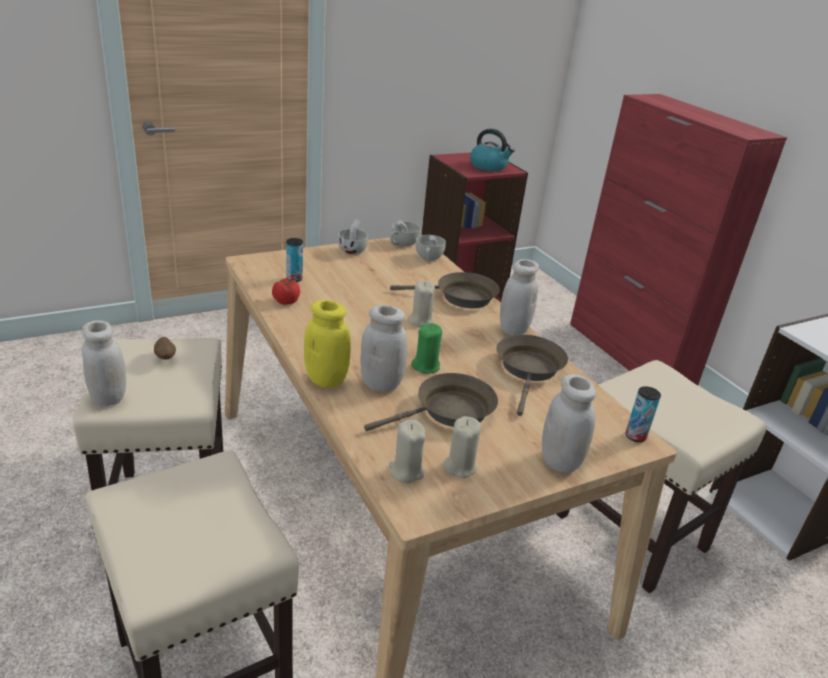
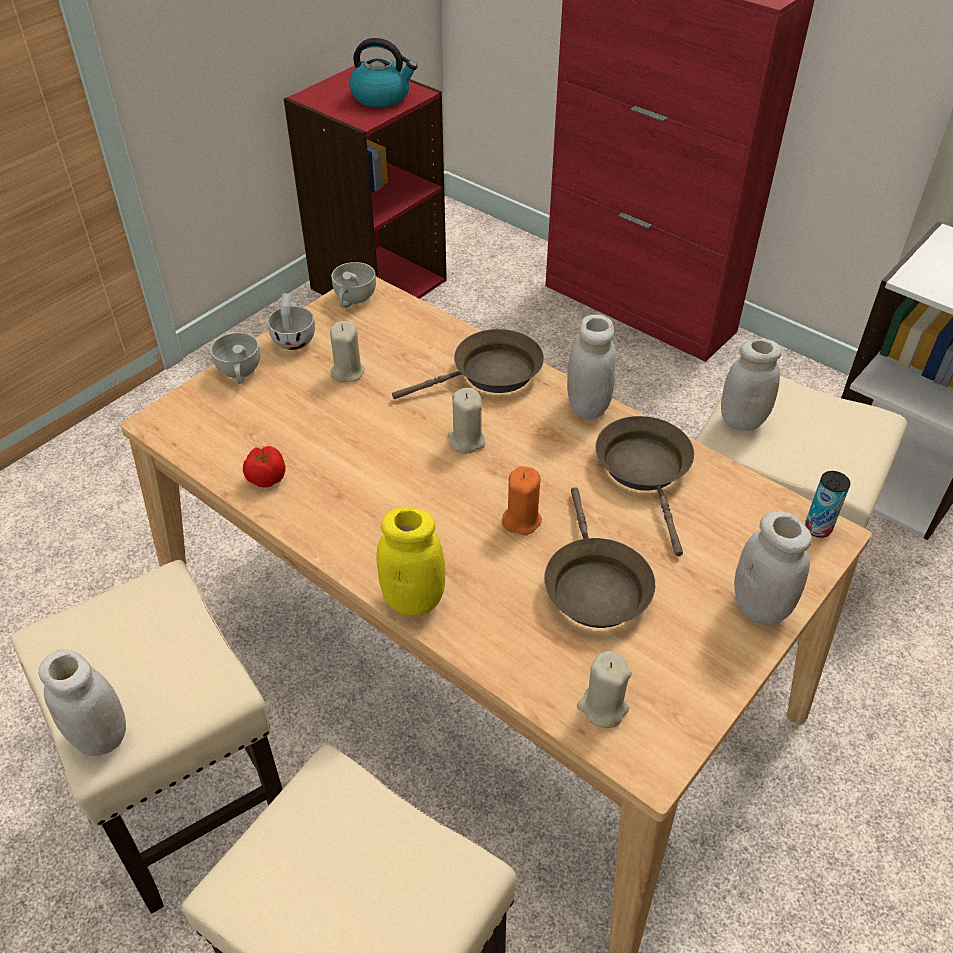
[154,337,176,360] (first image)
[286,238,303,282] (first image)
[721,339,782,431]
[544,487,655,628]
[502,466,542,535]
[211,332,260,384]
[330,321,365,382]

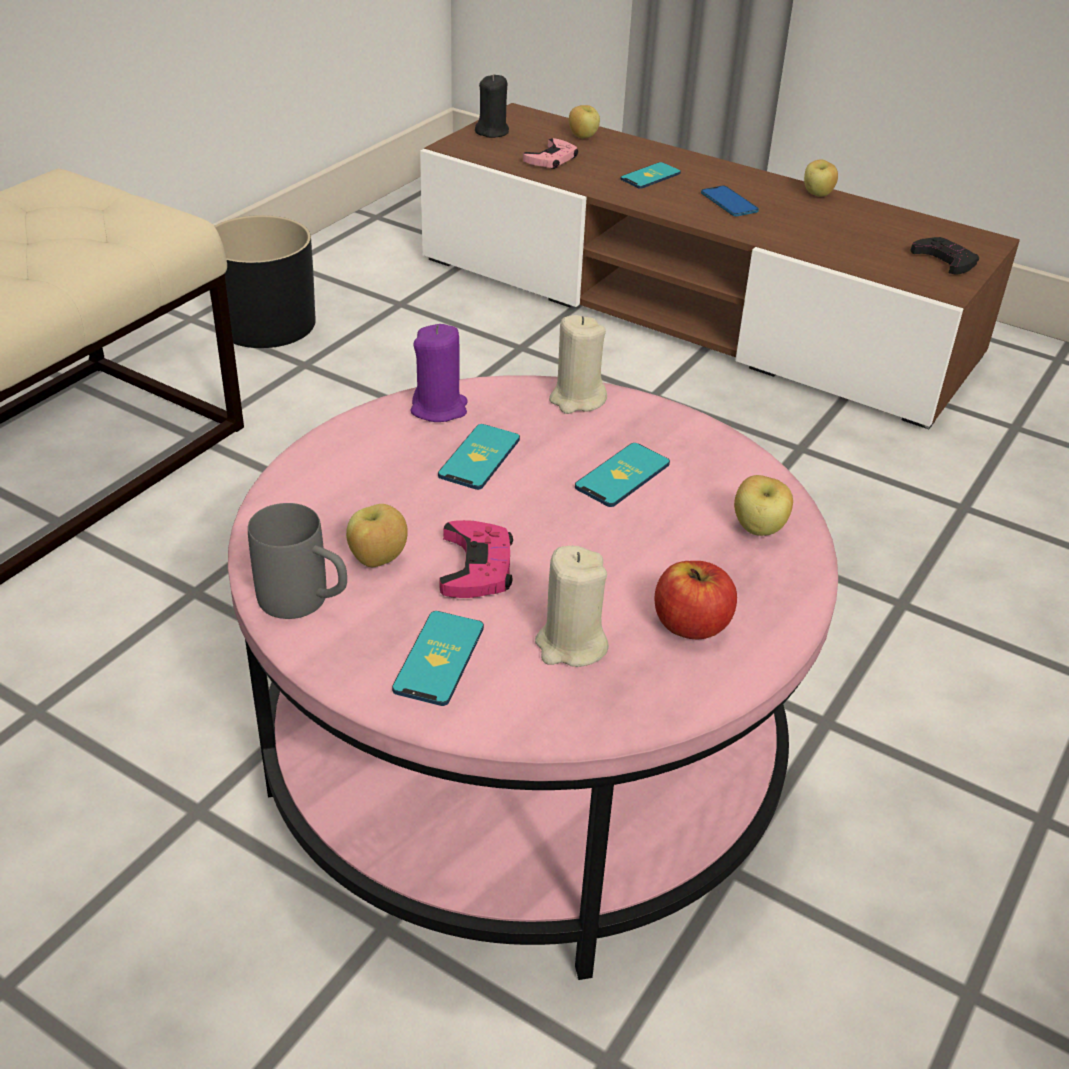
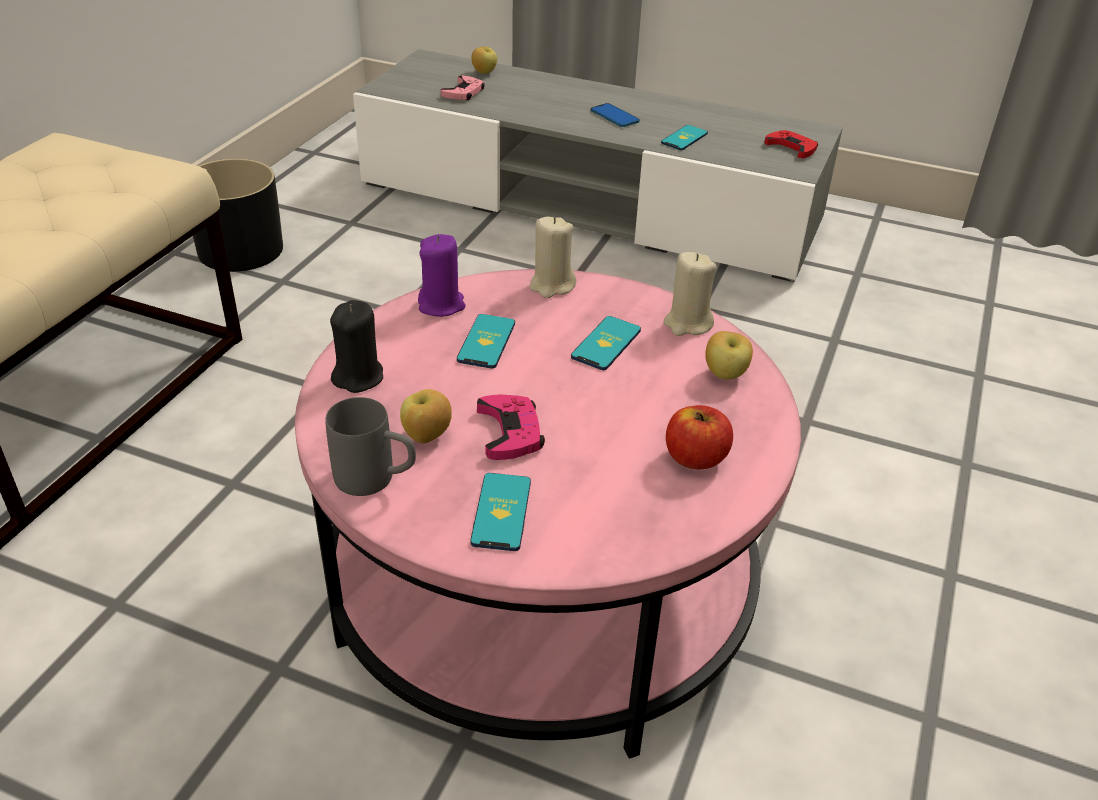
[353,49,843,282]
[330,300,383,393]
[663,252,717,336]
[661,125,708,150]
[804,159,838,197] (first image)
[764,130,818,158]

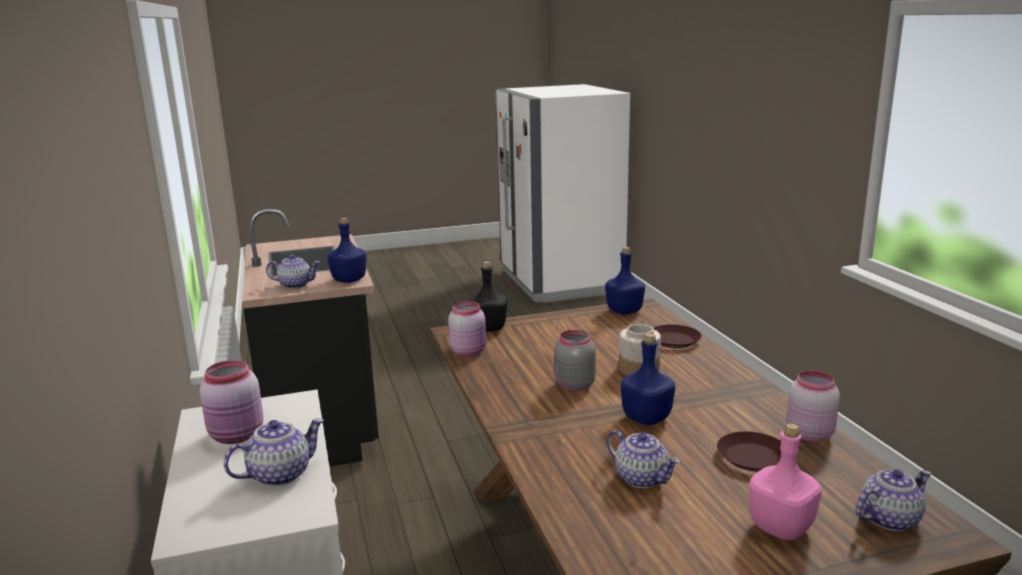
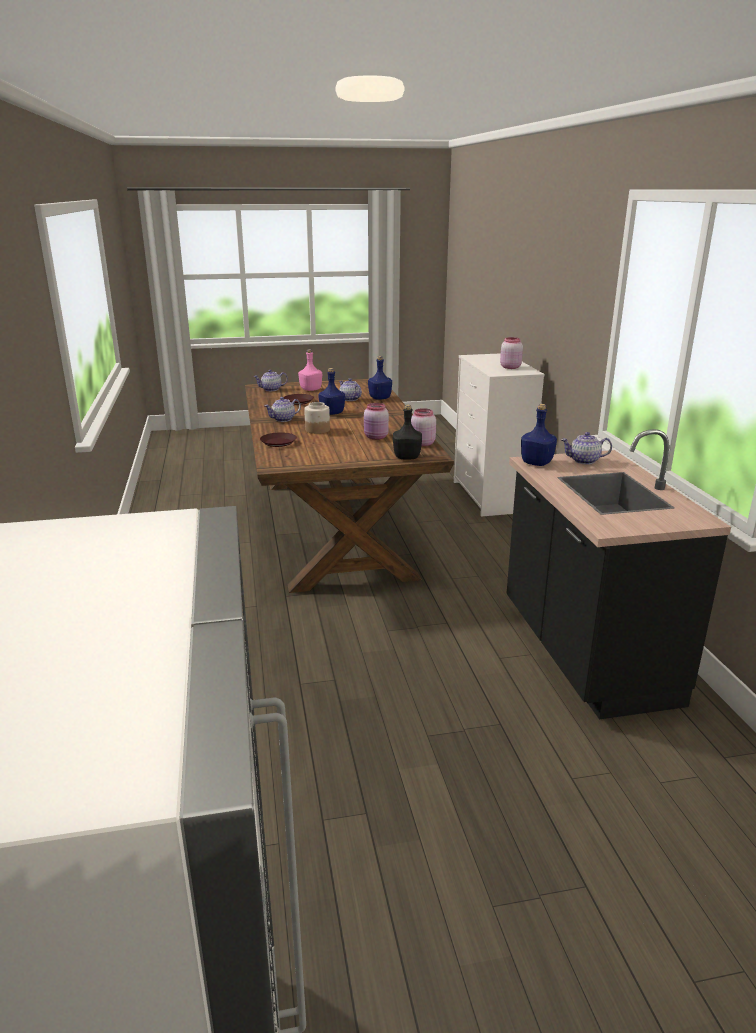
[264,397,301,422]
[554,330,596,391] (first image)
[368,356,392,400]
[364,403,389,440]

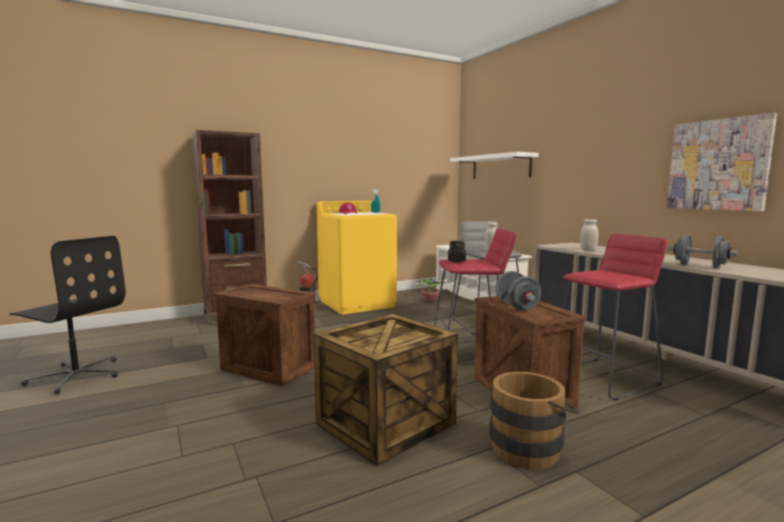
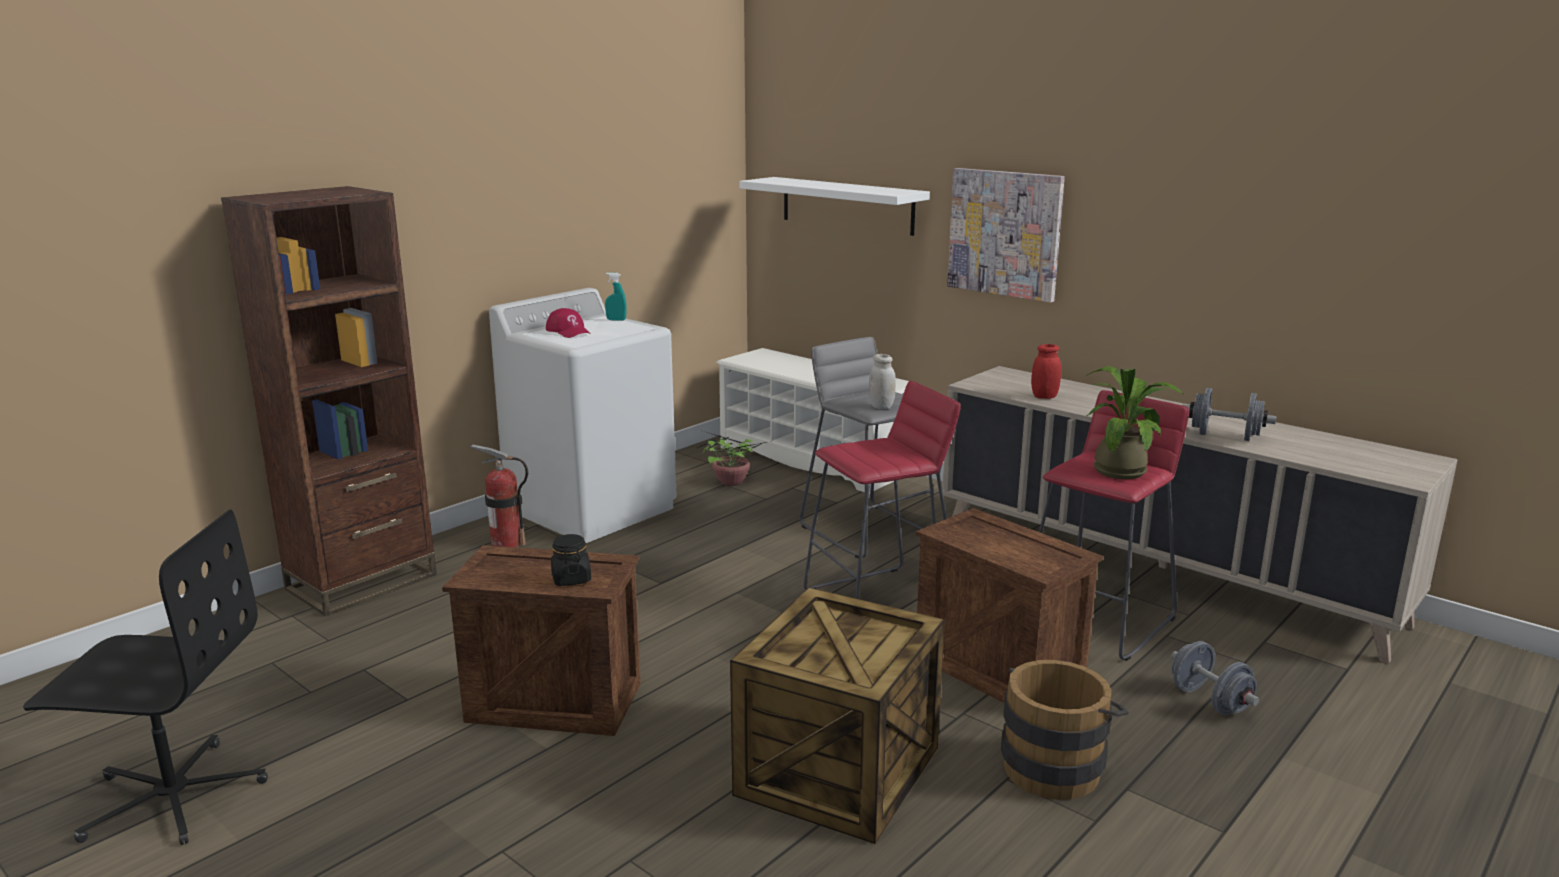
[489,288,677,543]
[551,534,591,586]
[1171,641,1259,715]
[1031,344,1061,399]
[947,168,1065,303]
[1086,366,1183,479]

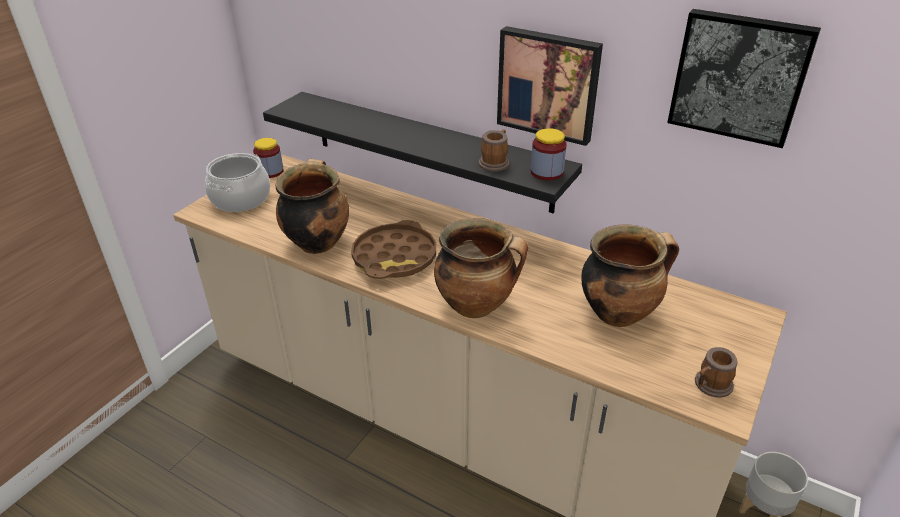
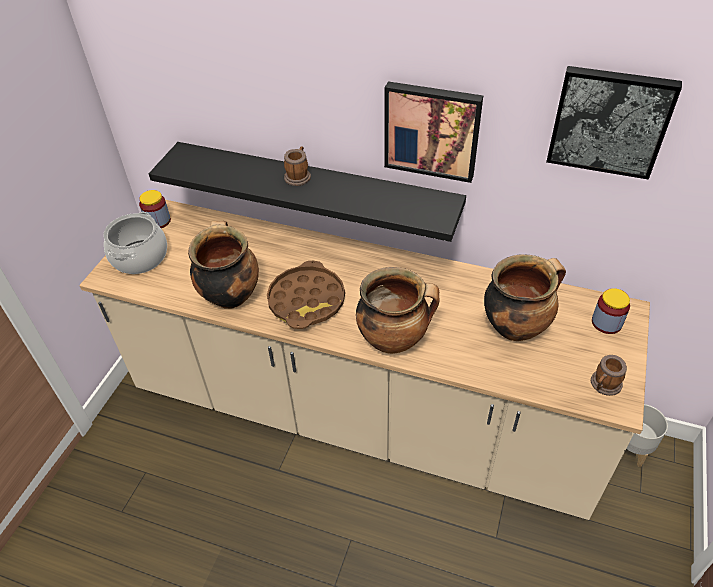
[284,147,311,186]
[592,288,630,334]

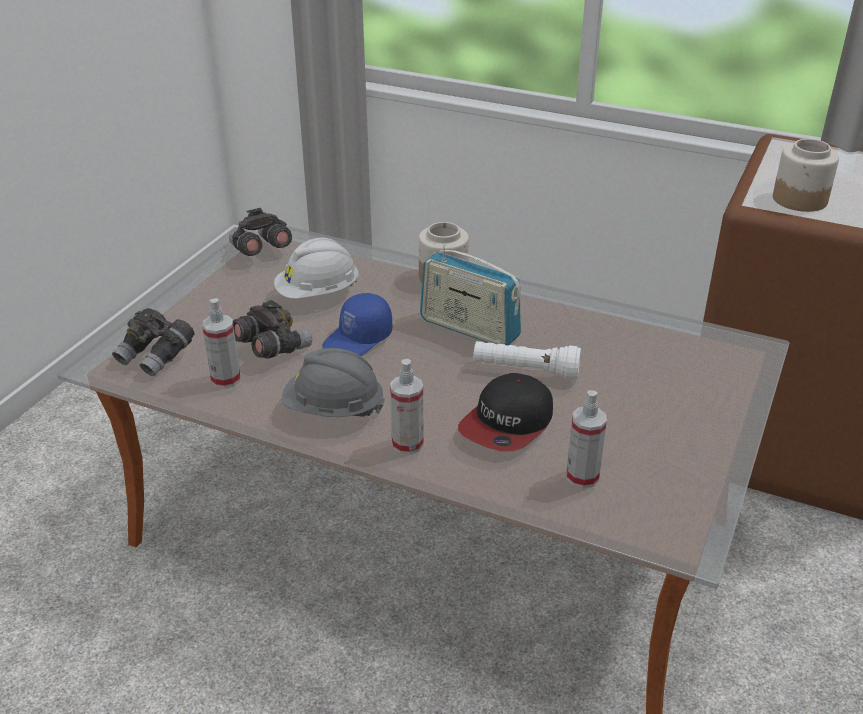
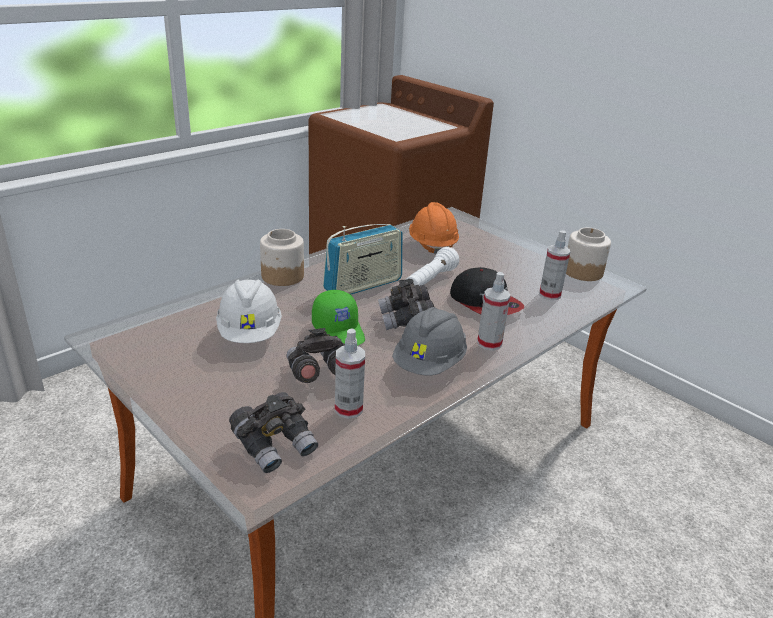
[378,279,434,330]
[312,290,365,346]
[566,228,611,281]
[409,202,459,255]

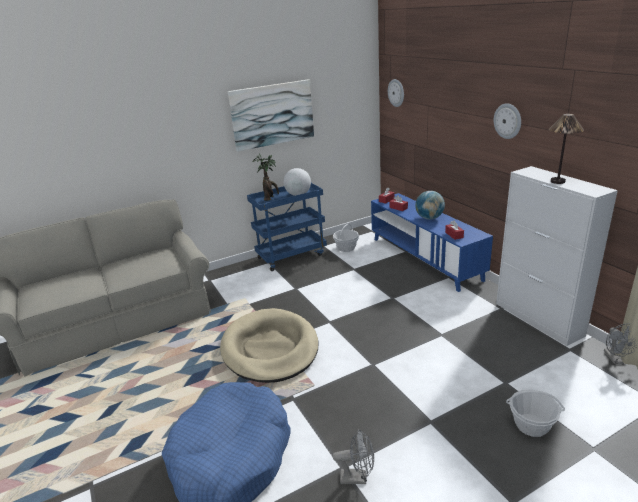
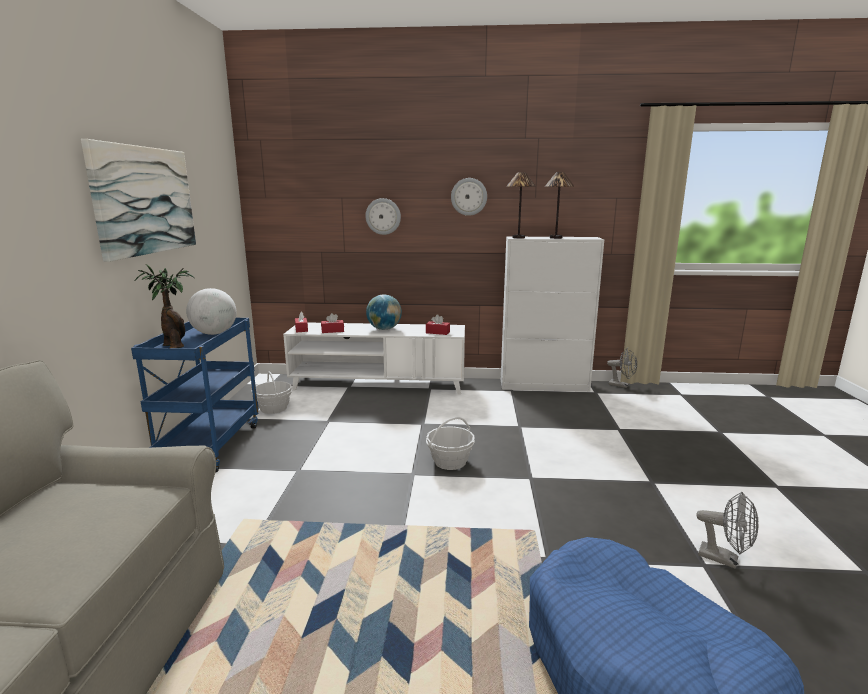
[220,308,318,383] (first image)
[696,492,758,569]
[283,322,465,395]
[366,198,401,235]
[426,417,475,470]
[506,172,536,239]

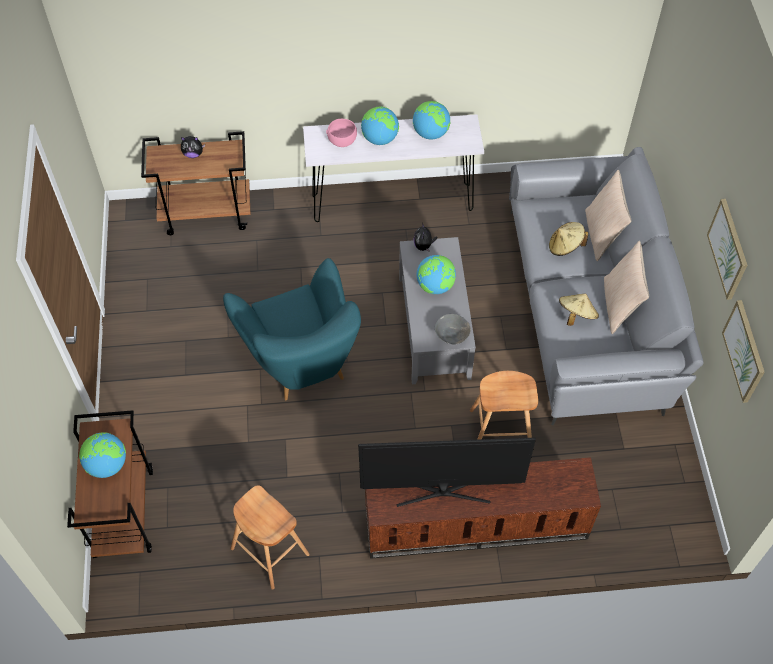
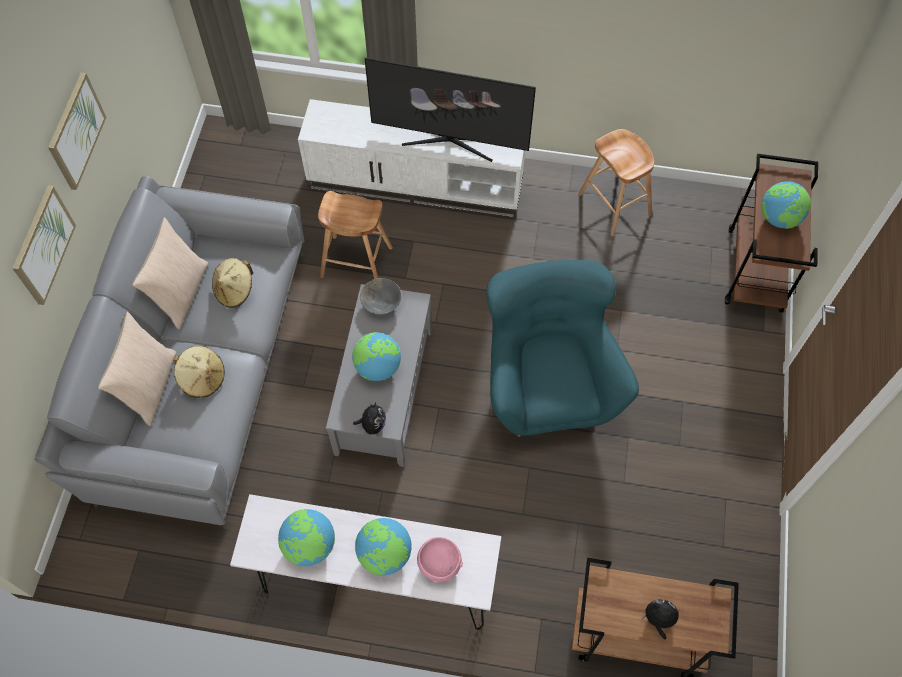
[298,99,525,219]
[12,186,76,305]

